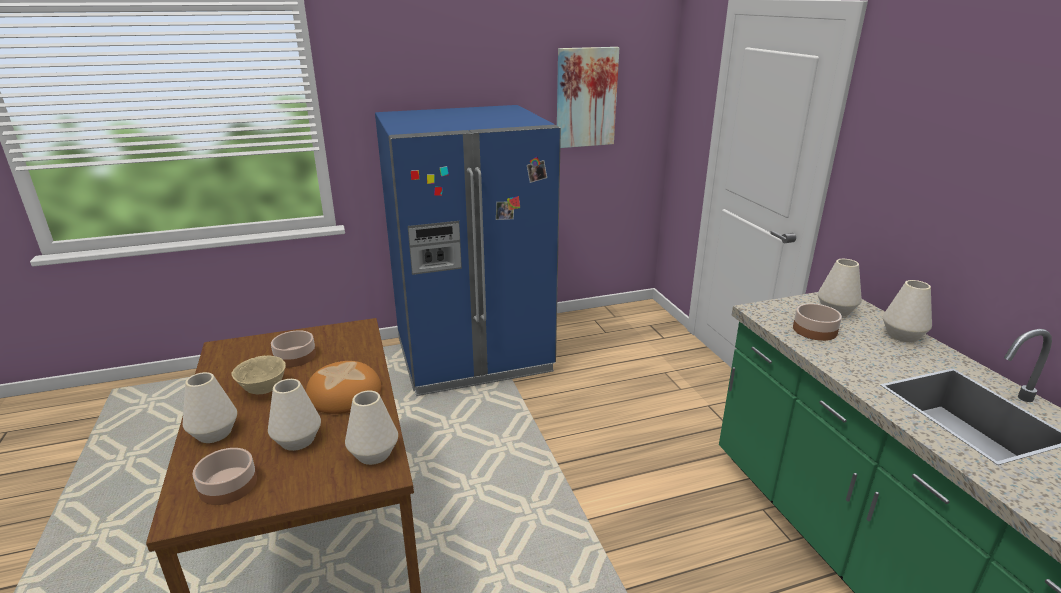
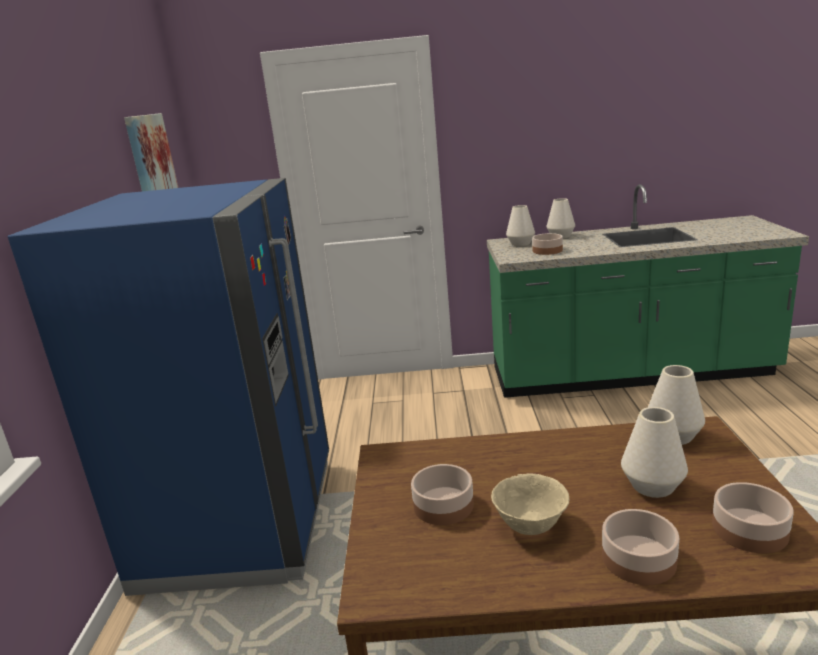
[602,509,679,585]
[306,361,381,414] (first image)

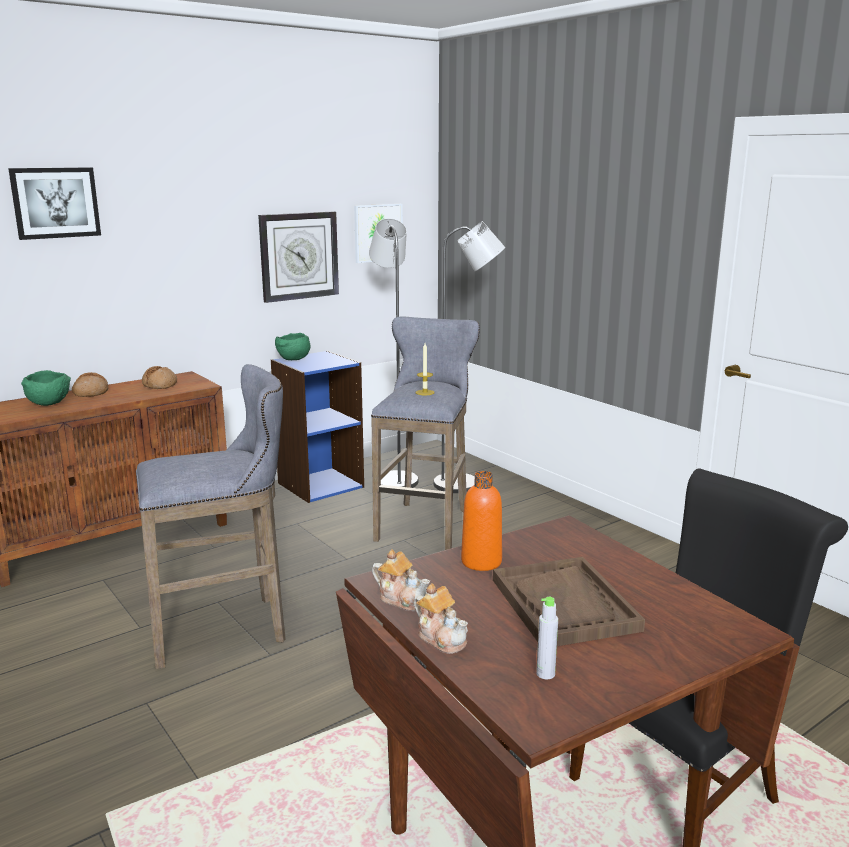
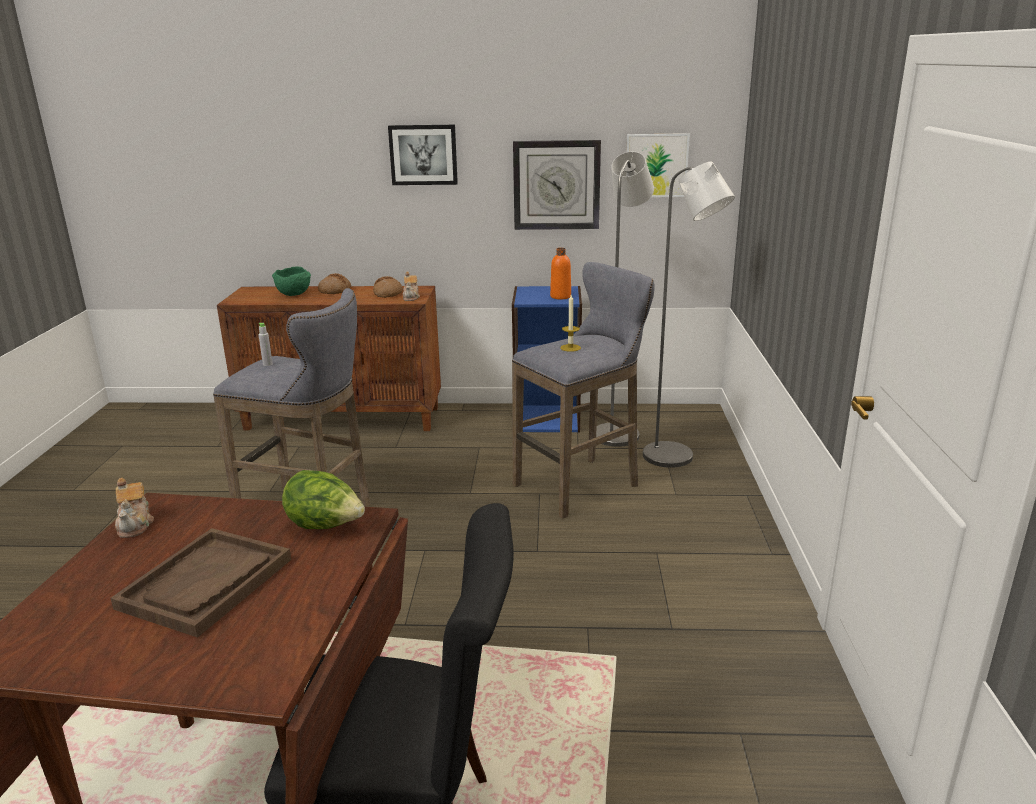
[388,125,458,185]
[275,333,310,360] (first image)
[403,271,420,301]
[550,248,571,300]
[258,323,273,366]
[282,470,365,529]

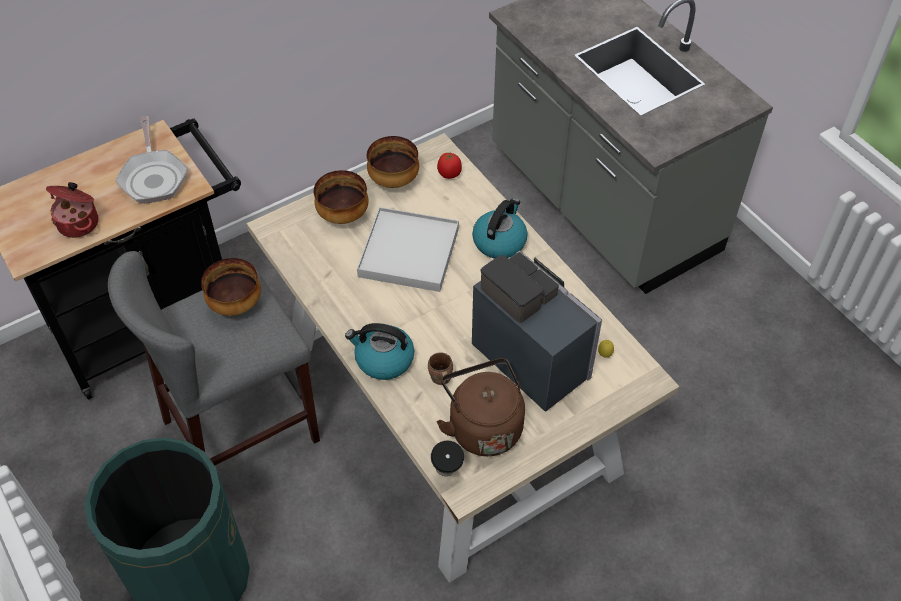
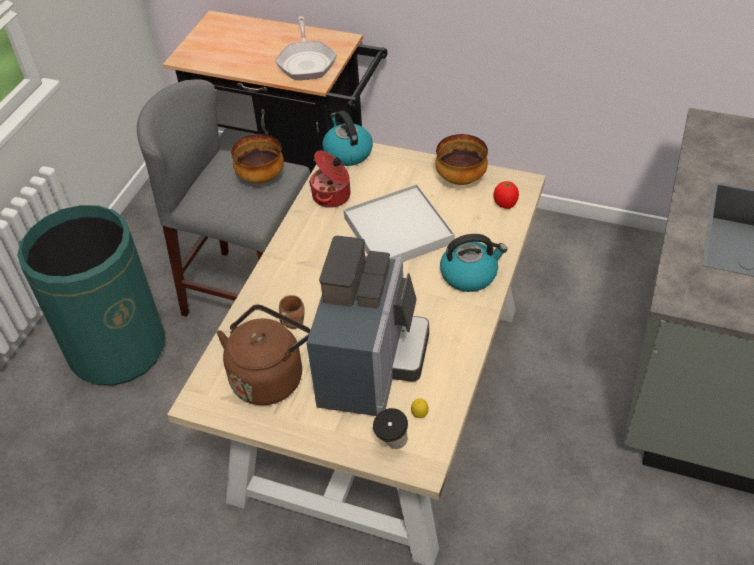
[309,151,350,208]
[275,16,337,80]
[314,170,368,224] (first image)
[323,110,373,166]
[373,408,408,449]

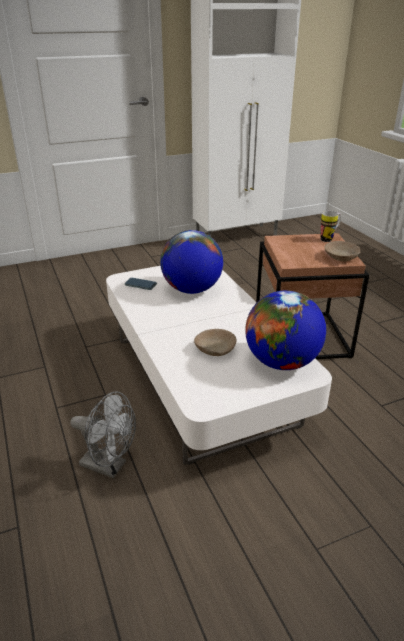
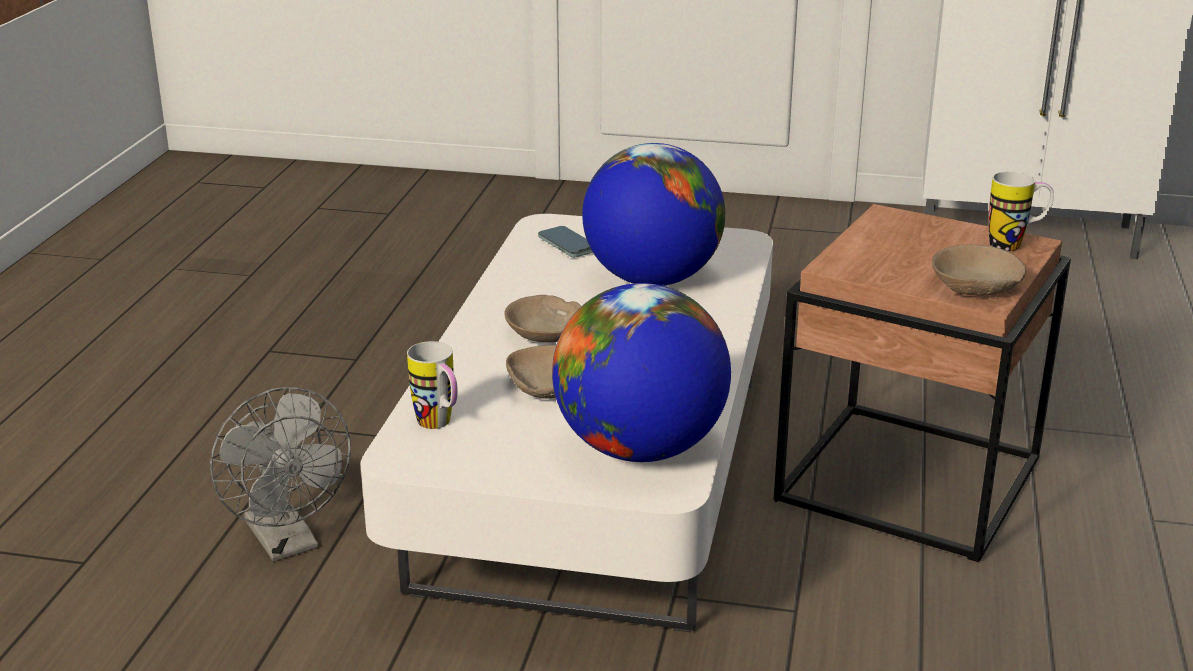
[407,341,458,429]
[504,295,581,342]

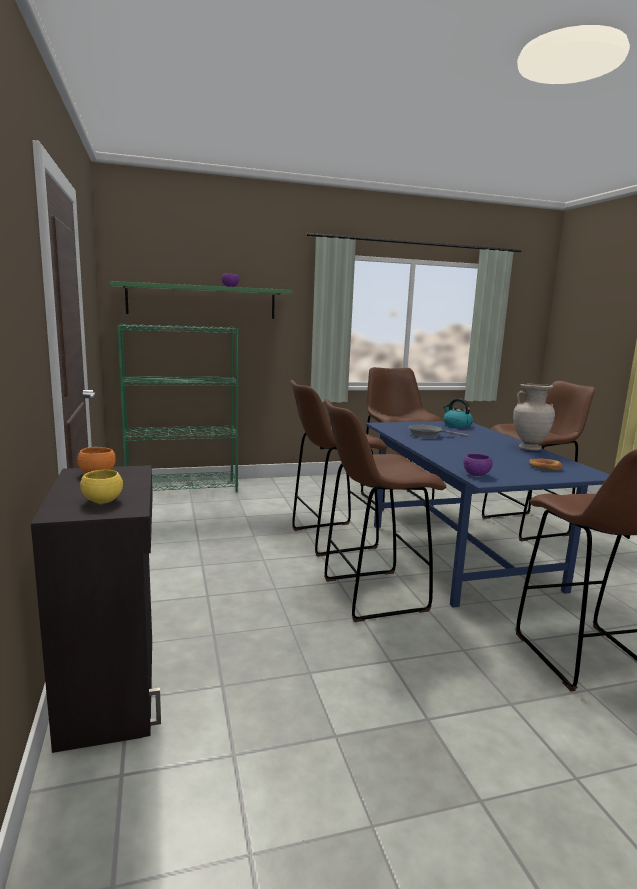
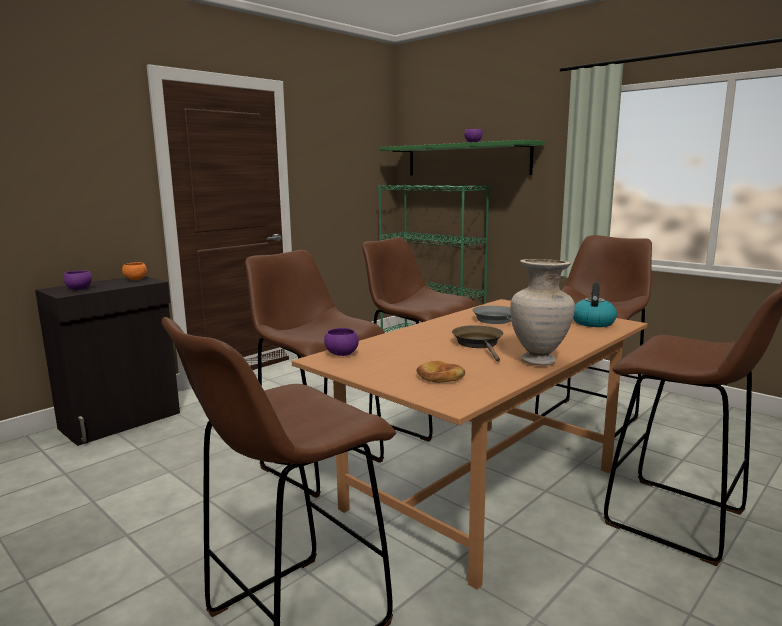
[63,271,92,290]
[292,299,647,590]
[452,325,503,362]

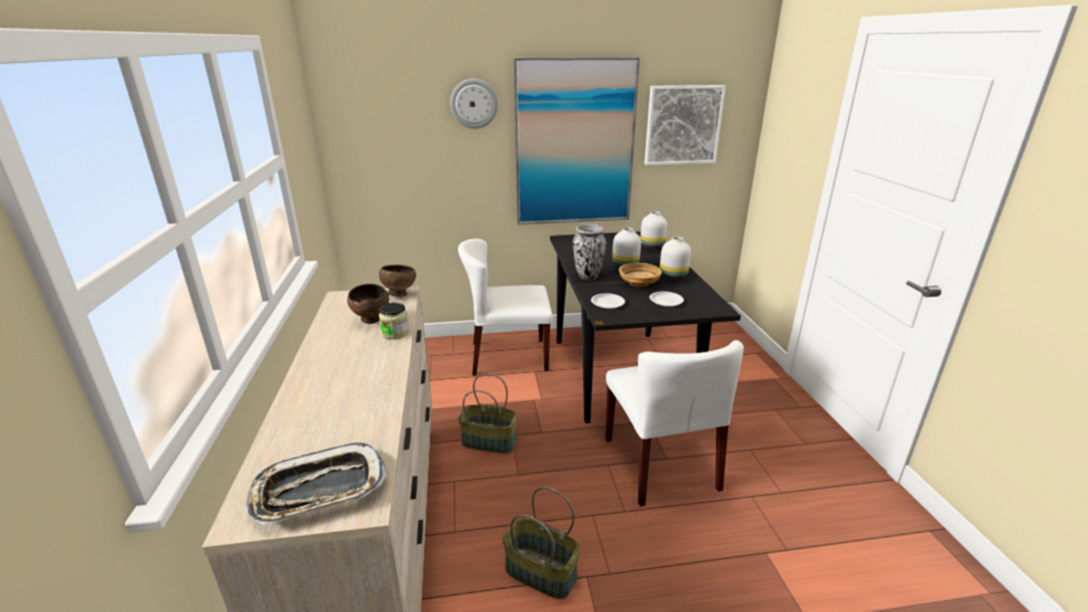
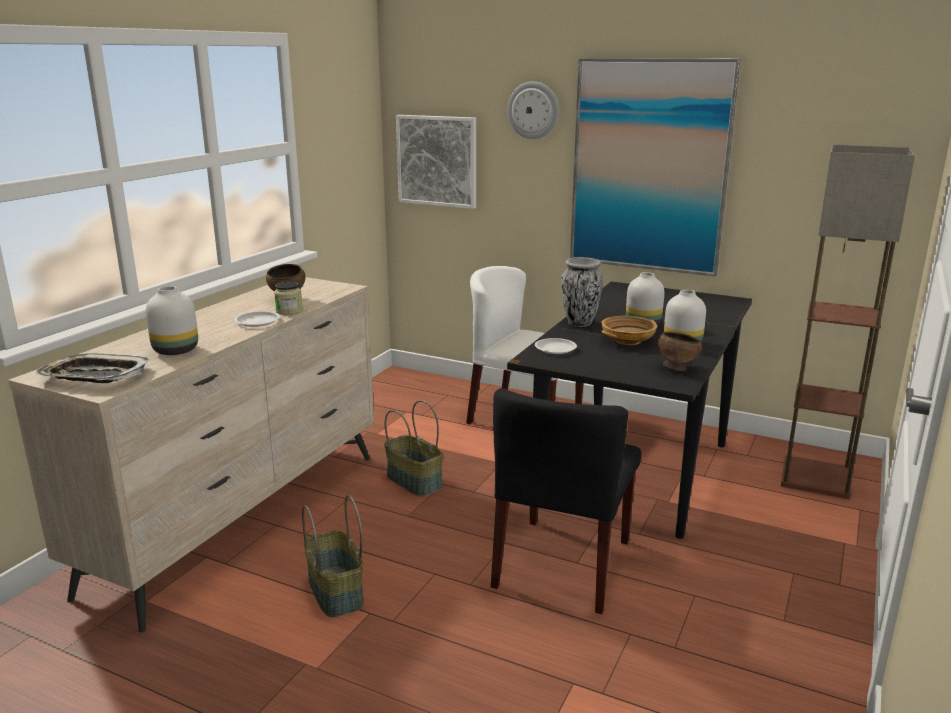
[658,331,702,371]
[491,388,641,614]
[146,286,198,355]
[396,115,476,209]
[235,311,280,327]
[781,145,915,499]

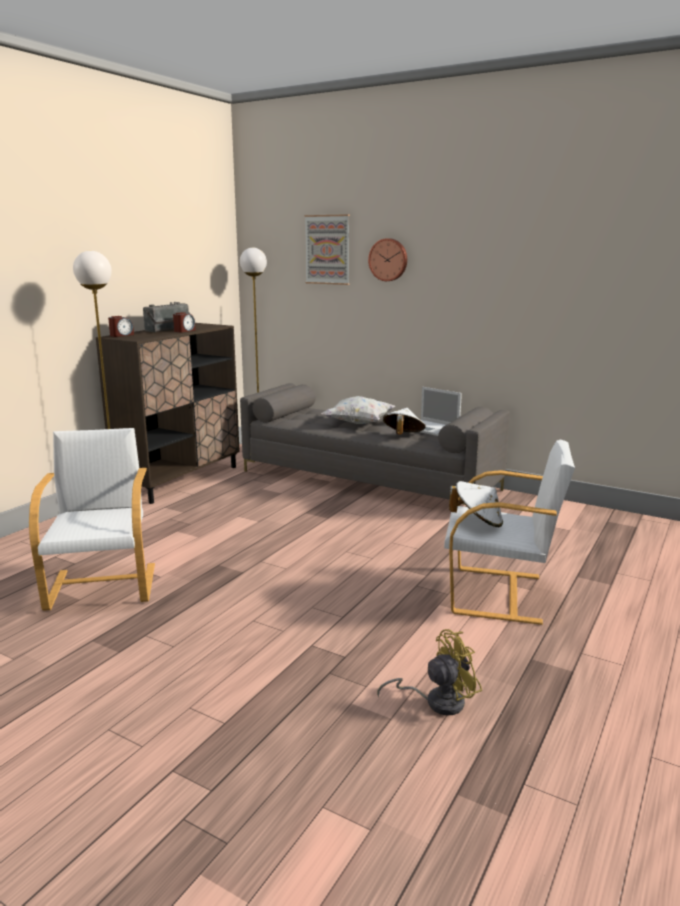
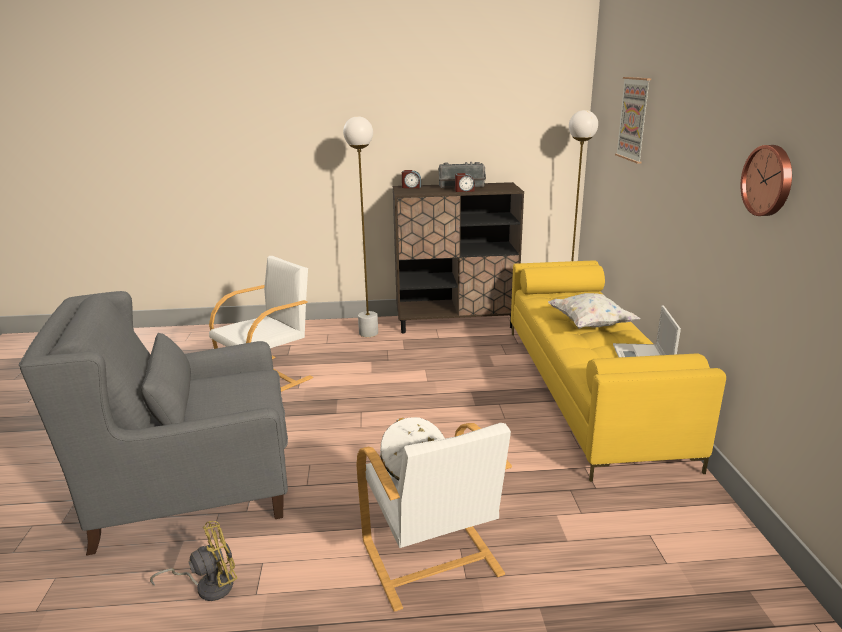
[511,260,726,482]
[741,145,792,216]
[150,521,237,601]
[383,408,426,435] (first image)
[19,291,288,556]

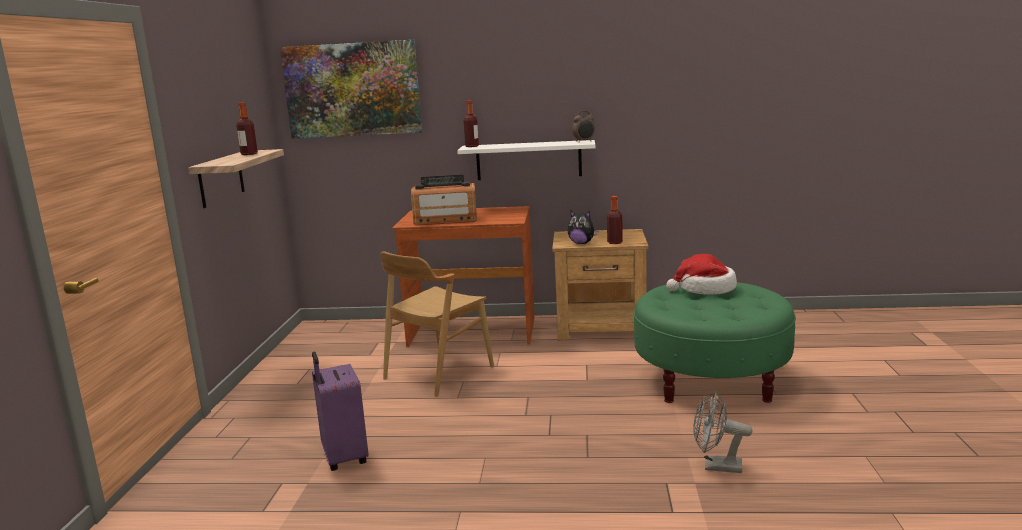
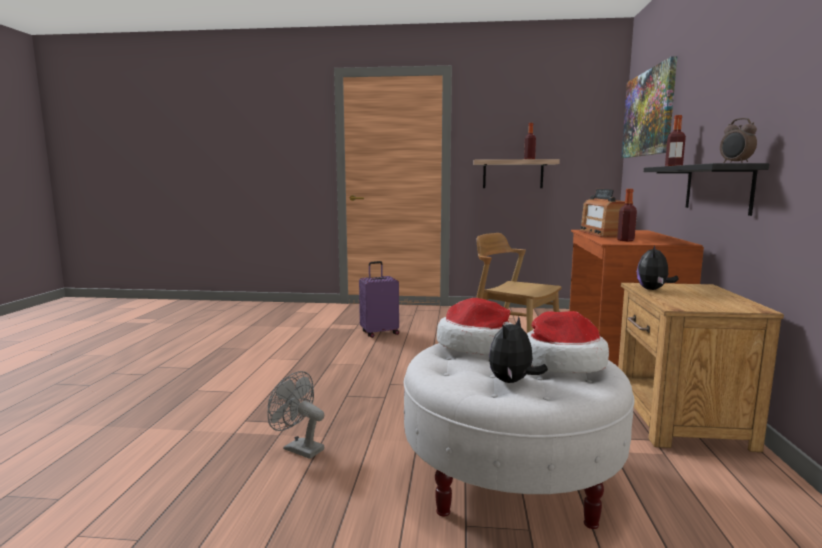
[644,163,769,216]
[617,189,637,241]
[404,343,635,529]
[267,371,324,459]
[437,298,512,355]
[489,317,548,383]

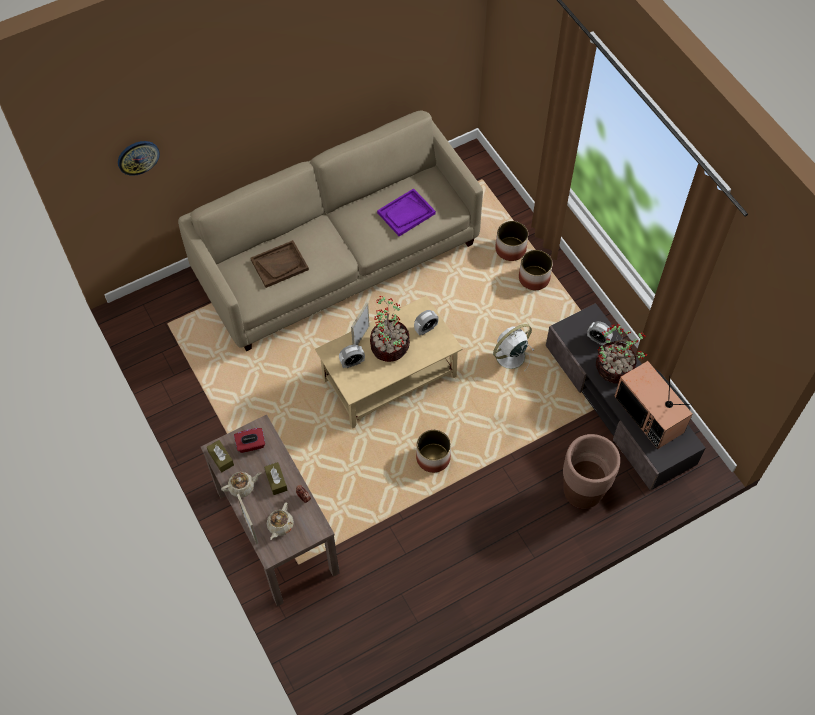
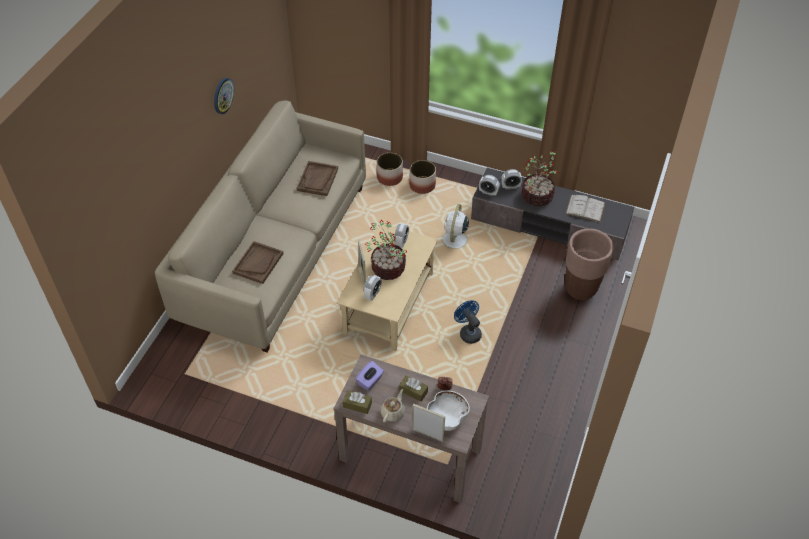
[214,78,234,114]
[356,361,384,391]
[427,390,470,431]
[297,161,338,196]
[454,300,482,344]
[565,194,605,223]
[479,175,500,196]

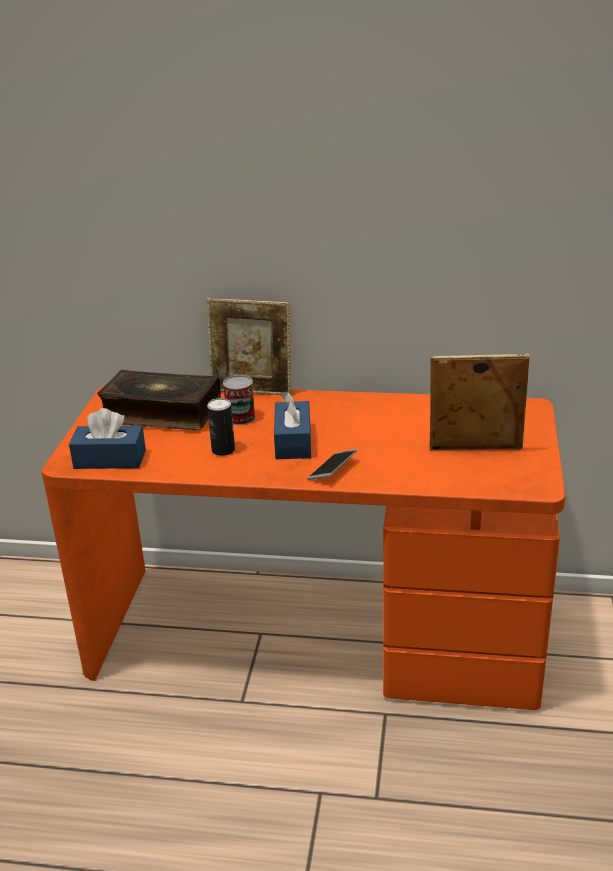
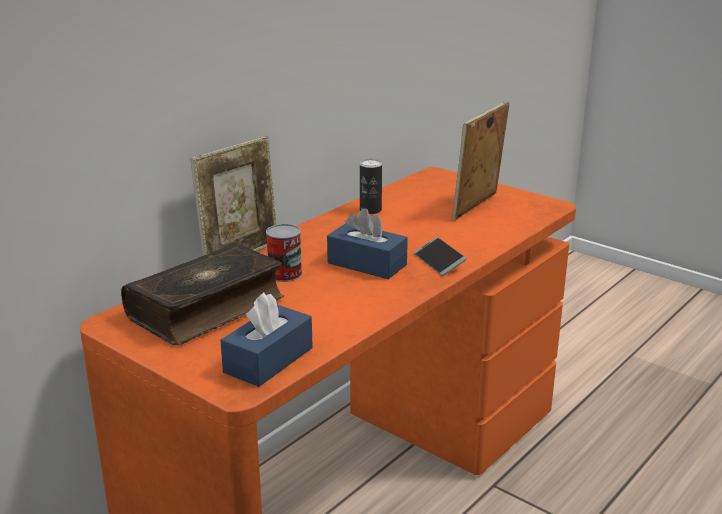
[360,159,382,214]

